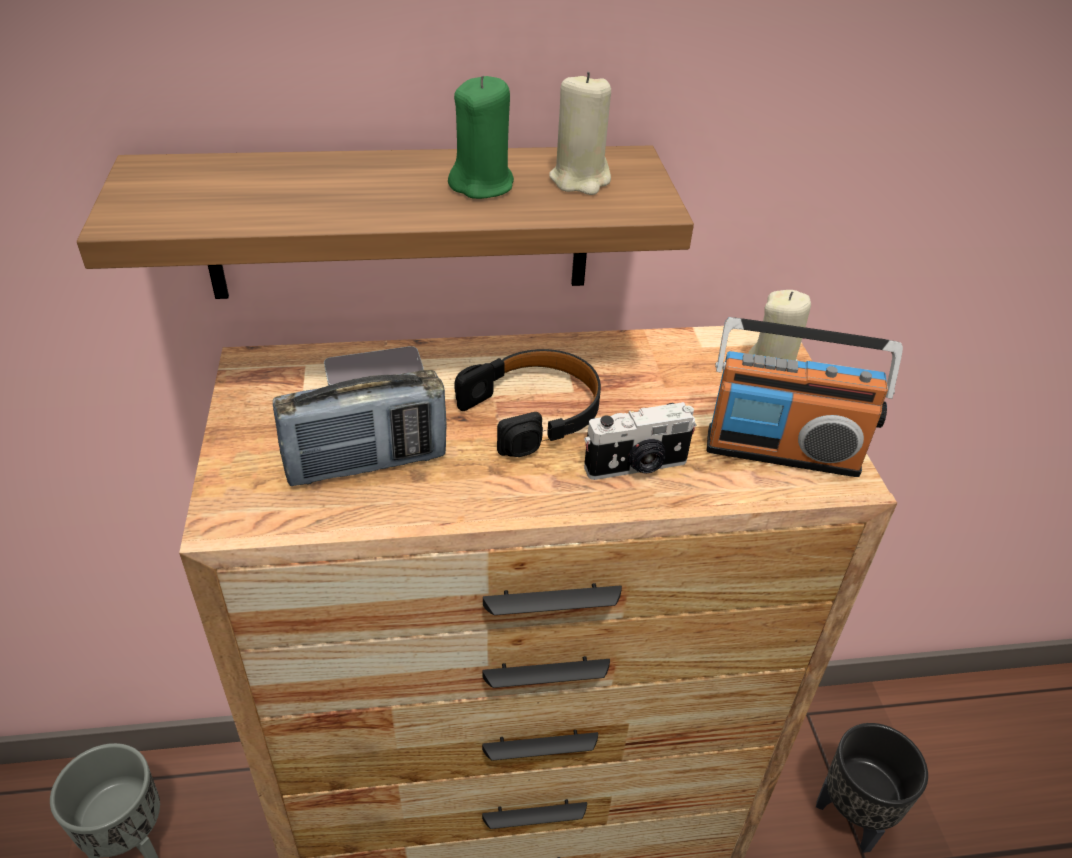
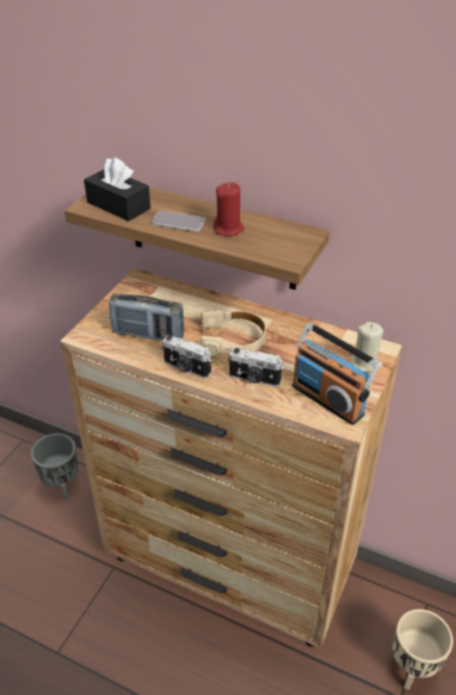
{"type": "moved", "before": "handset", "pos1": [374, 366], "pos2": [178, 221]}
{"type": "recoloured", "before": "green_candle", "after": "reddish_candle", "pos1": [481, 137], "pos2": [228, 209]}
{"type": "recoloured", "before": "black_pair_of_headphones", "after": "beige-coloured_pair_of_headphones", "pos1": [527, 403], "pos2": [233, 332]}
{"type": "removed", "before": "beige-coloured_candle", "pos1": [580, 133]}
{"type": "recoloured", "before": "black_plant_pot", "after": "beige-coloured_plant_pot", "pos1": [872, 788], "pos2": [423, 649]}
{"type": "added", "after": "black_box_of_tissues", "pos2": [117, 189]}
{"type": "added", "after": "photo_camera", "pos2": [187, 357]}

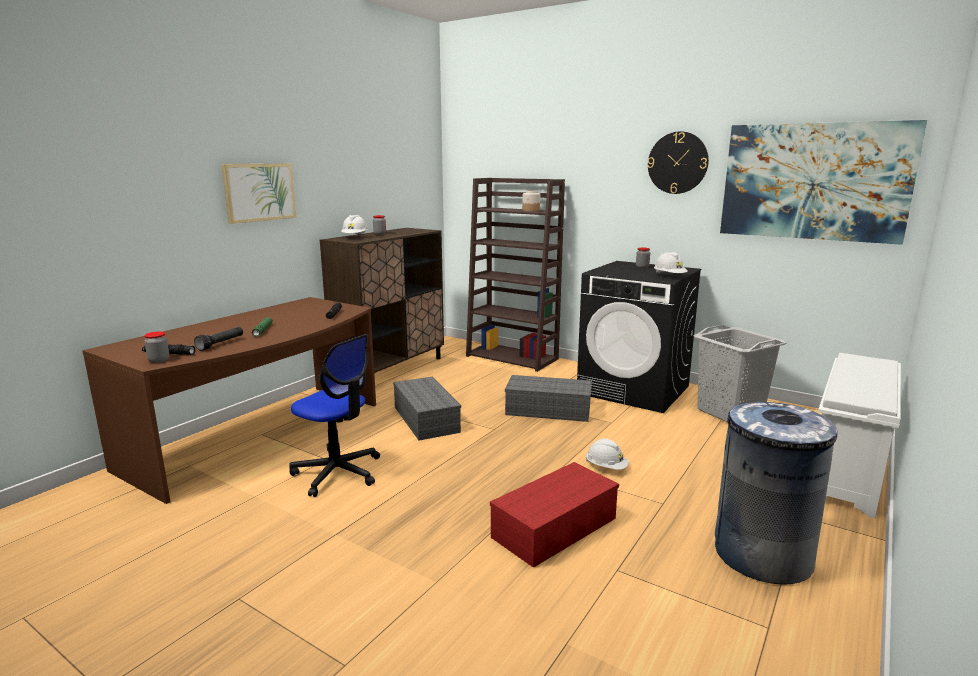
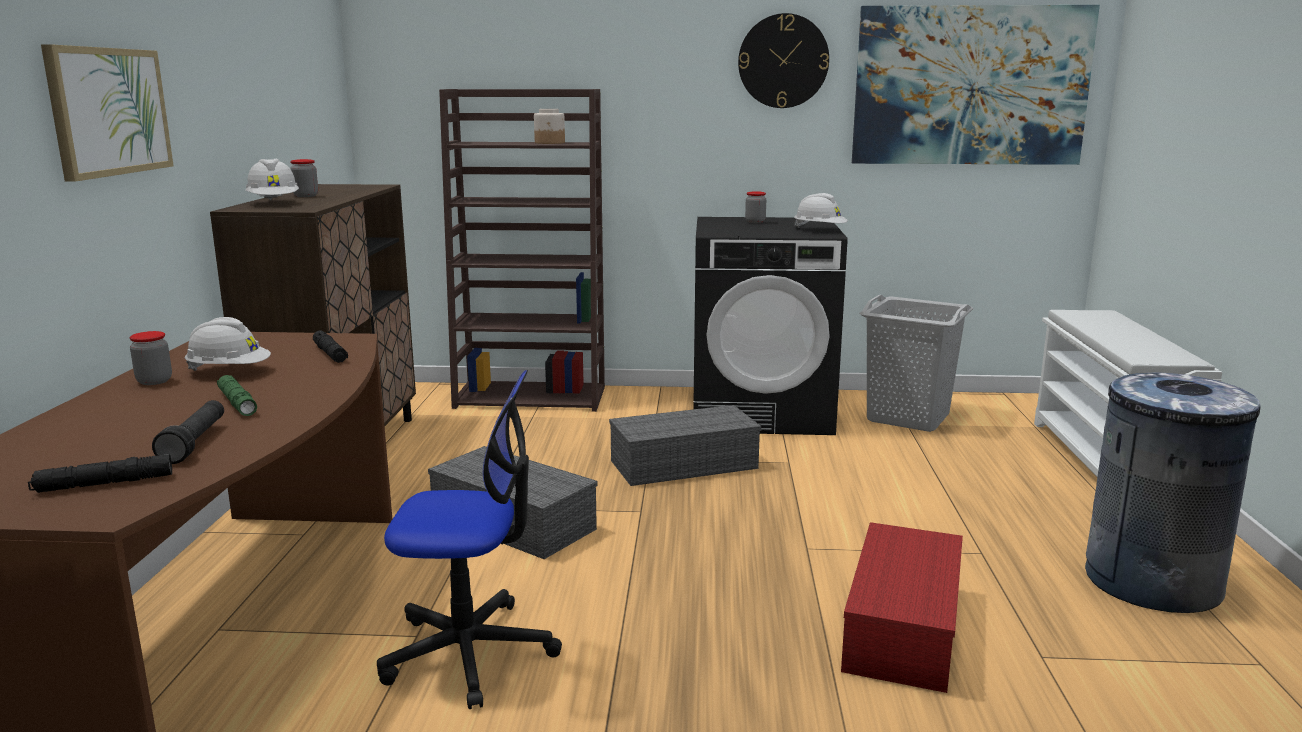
{"type": "moved", "before": "jar", "pos1": [156, 347], "pos2": [150, 358]}
{"type": "moved", "before": "whitish_hard_hat", "pos1": [607, 454], "pos2": [228, 344]}

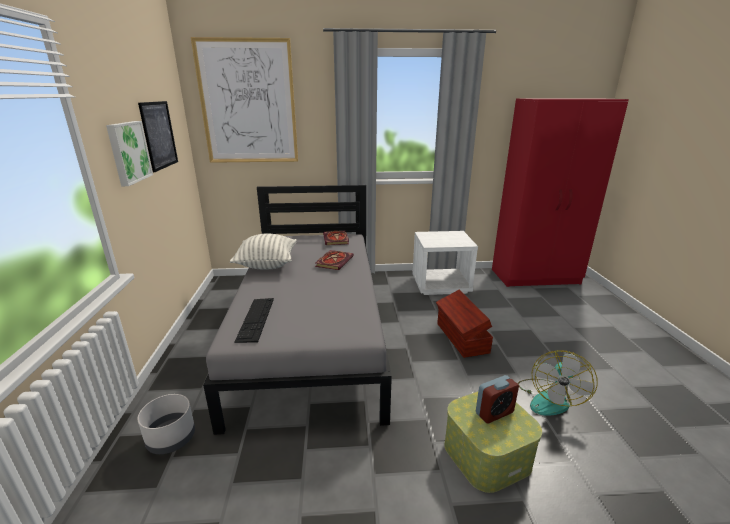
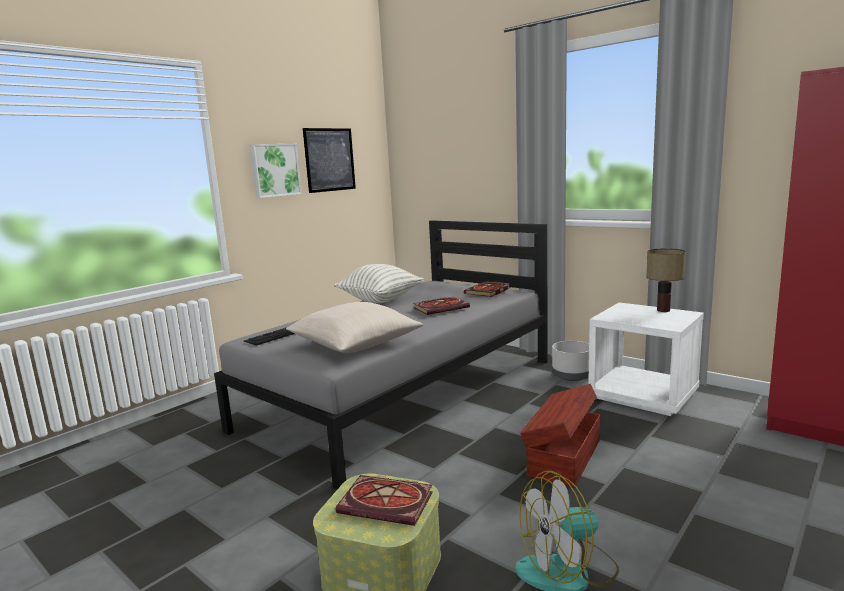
{"type": "moved", "before": "grey_plant_pot", "pos1": [166, 424], "pos2": [570, 361]}
{"type": "removed", "before": "picture", "pos1": [244, 100]}
{"type": "replaced", "before": "alarm_clock", "after": "book", "pos1": [497, 399], "pos2": [384, 500]}
{"type": "added", "after": "beige-coloured_cushion", "pos2": [354, 327]}
{"type": "added", "after": "table_lamp", "pos2": [666, 280]}

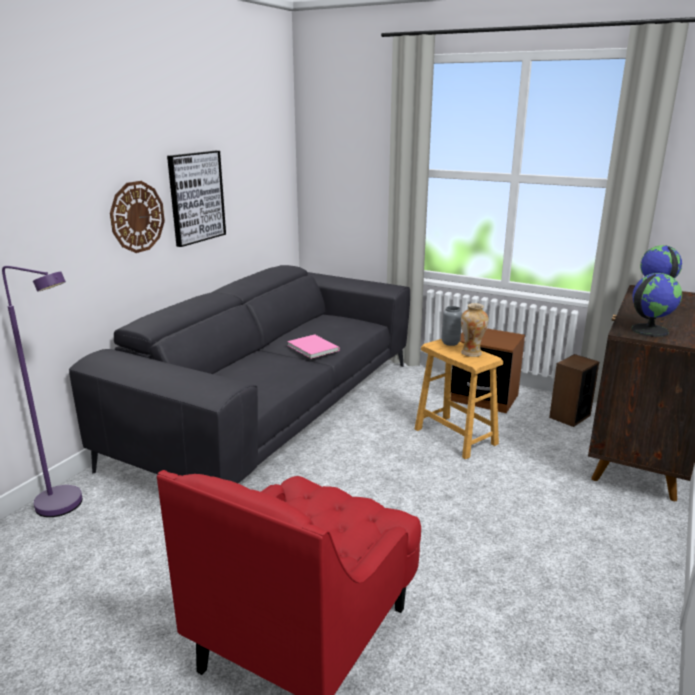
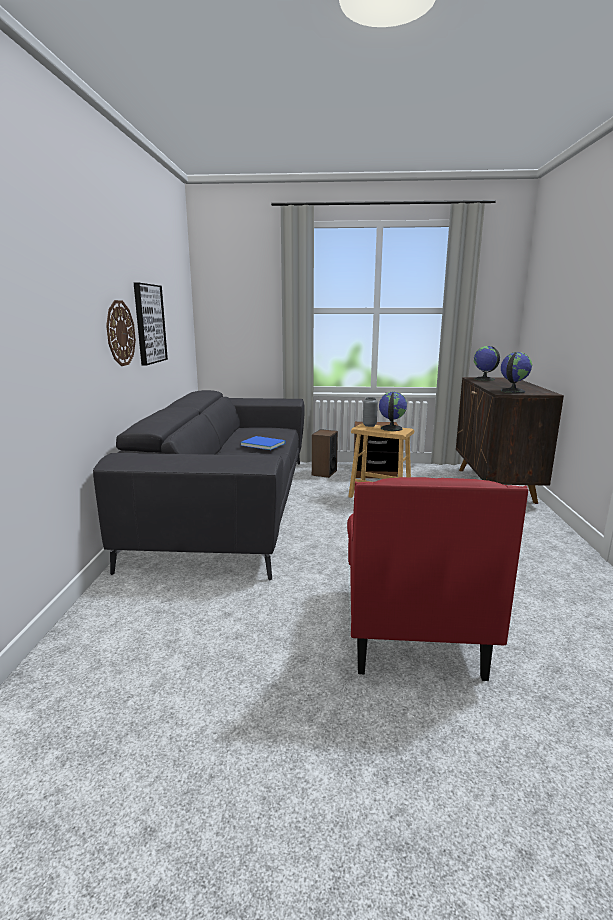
{"type": "removed", "before": "purple_floor_lamp", "pos1": [42, 391]}
{"type": "recoloured", "before": "pink_book", "after": "bluish_book", "pos1": [313, 346], "pos2": [263, 443]}
{"type": "replaced", "before": "decorative_vase", "after": "desk_globe", "pos1": [475, 330], "pos2": [393, 411]}
{"type": "moved", "before": "loudspeaker", "pos1": [574, 390], "pos2": [325, 453]}

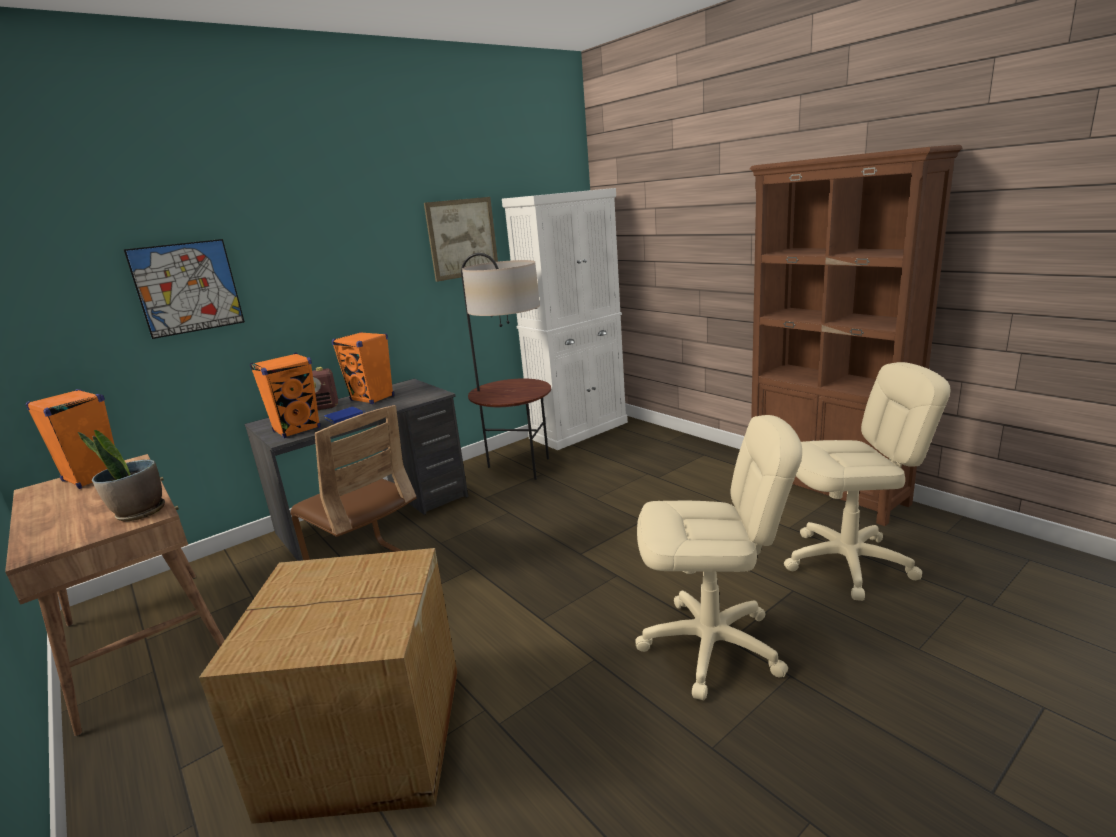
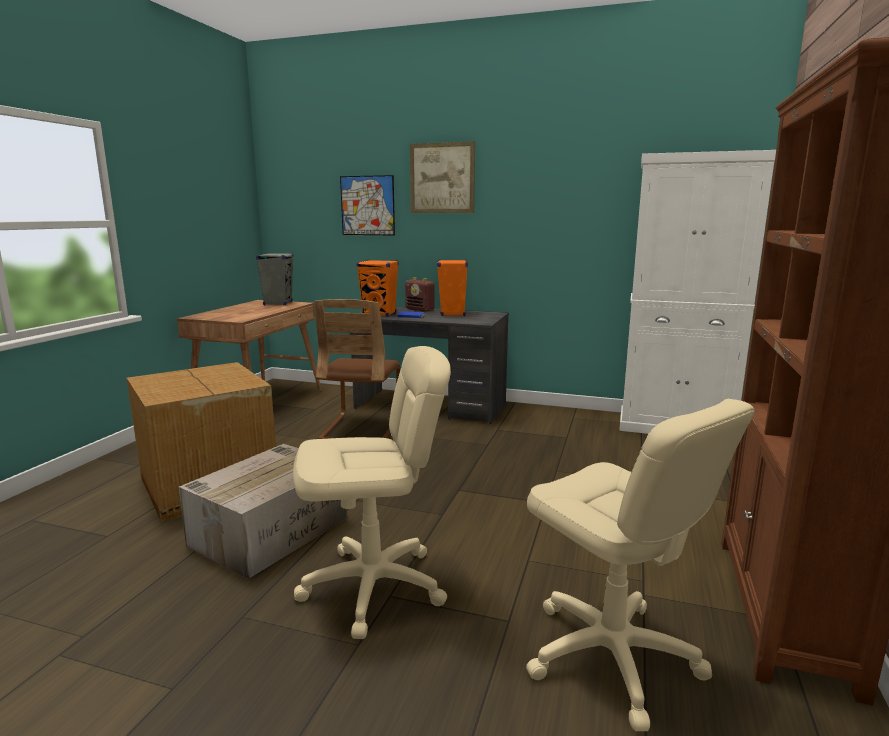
{"type": "recoloured", "before": "orangey_loudspeaker", "after": "grey_loudspeaker", "pos1": [70, 439], "pos2": [274, 279]}
{"type": "removed", "before": "plant_in_a_pot", "pos1": [121, 475]}
{"type": "moved", "before": "picture", "pos1": [461, 239], "pos2": [442, 177]}
{"type": "removed", "before": "floor_lamp", "pos1": [506, 366]}
{"type": "turned", "before": "beige-coloured_desk_chair", "pos1": [718, 557], "pos2": [372, 492], "turn": -75}
{"type": "added", "after": "cardboard_box", "pos2": [262, 511]}

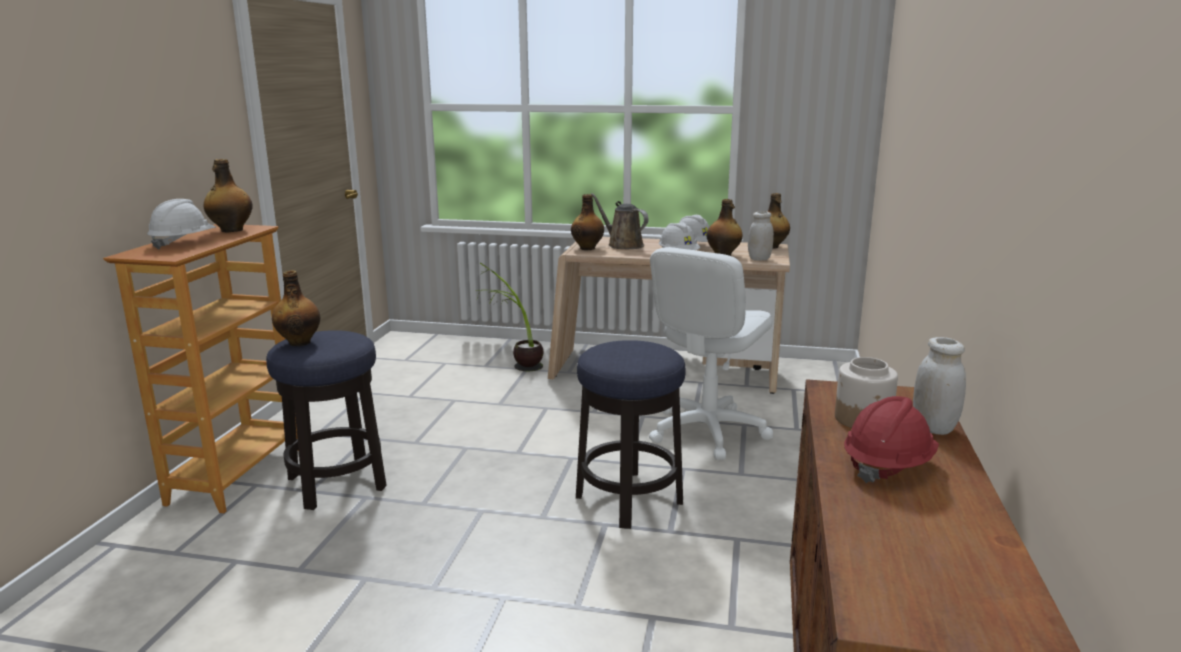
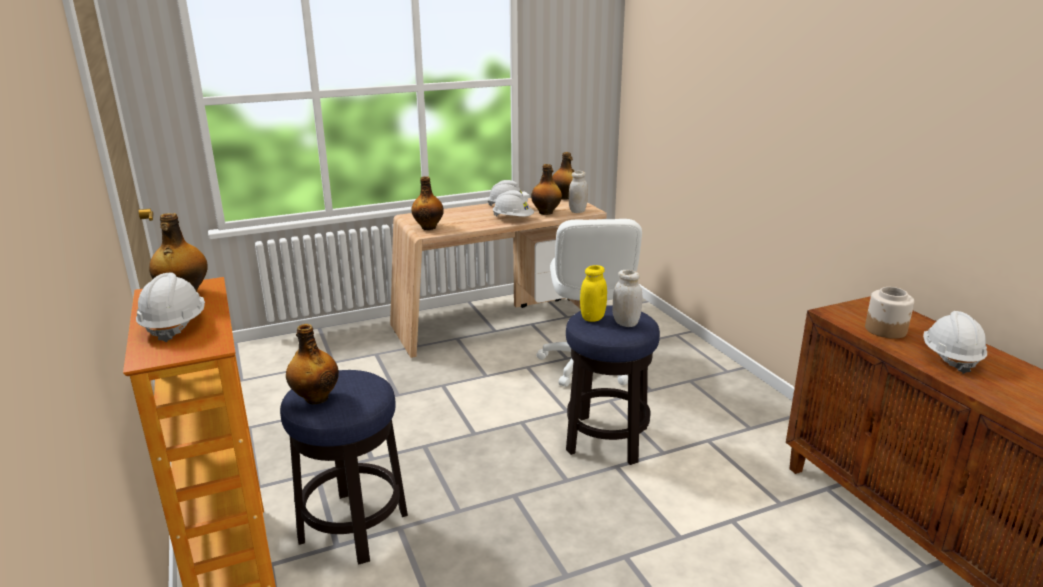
{"type": "removed", "before": "plant_in_a_pot", "pos1": [509, 317]}
{"type": "removed", "before": "brown-coloured_sprinkling_can", "pos1": [620, 221]}
{"type": "recoloured", "before": "reddish_hard_hat", "after": "whitish_hard_hat", "pos1": [891, 439], "pos2": [955, 342]}
{"type": "moved", "before": "whitish_jar", "pos1": [939, 386], "pos2": [627, 298]}
{"type": "added", "after": "yellowish_jar", "pos2": [593, 293]}

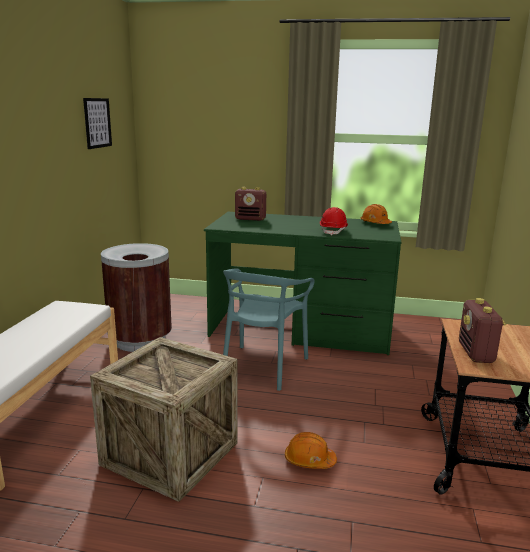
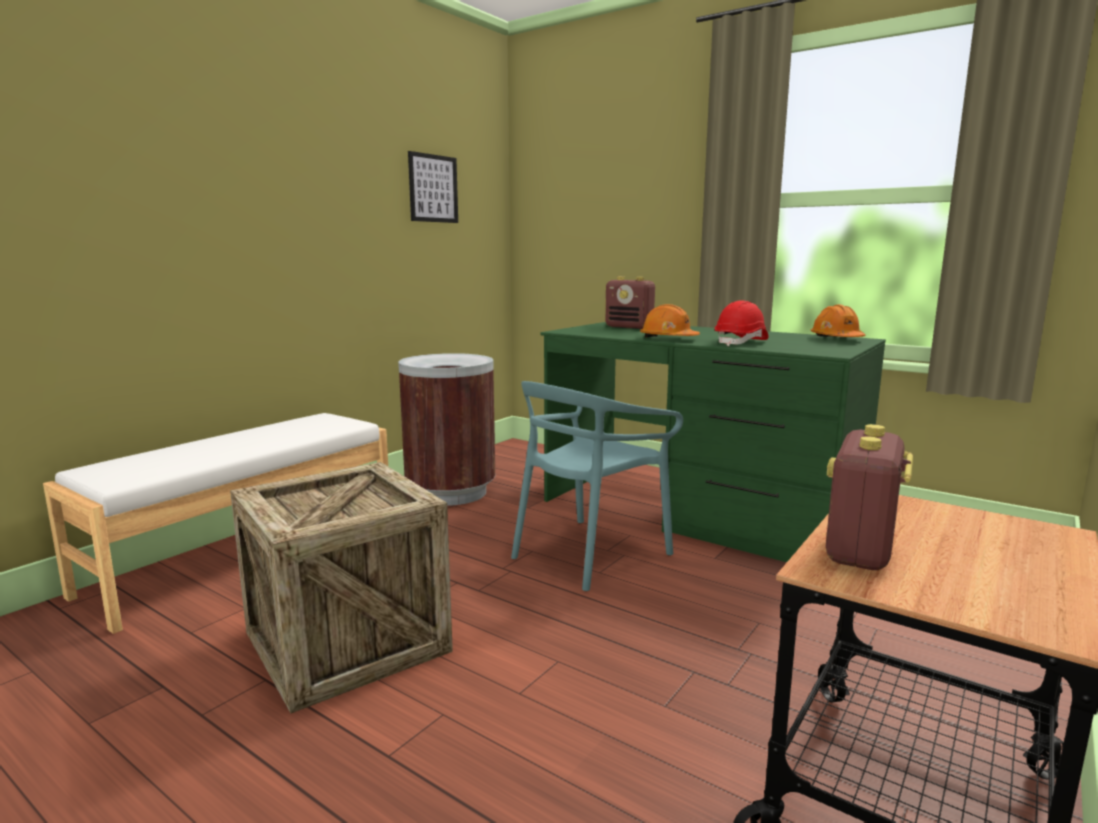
{"type": "moved", "before": "orangey_hard_hat", "pos1": [311, 450], "pos2": [670, 320]}

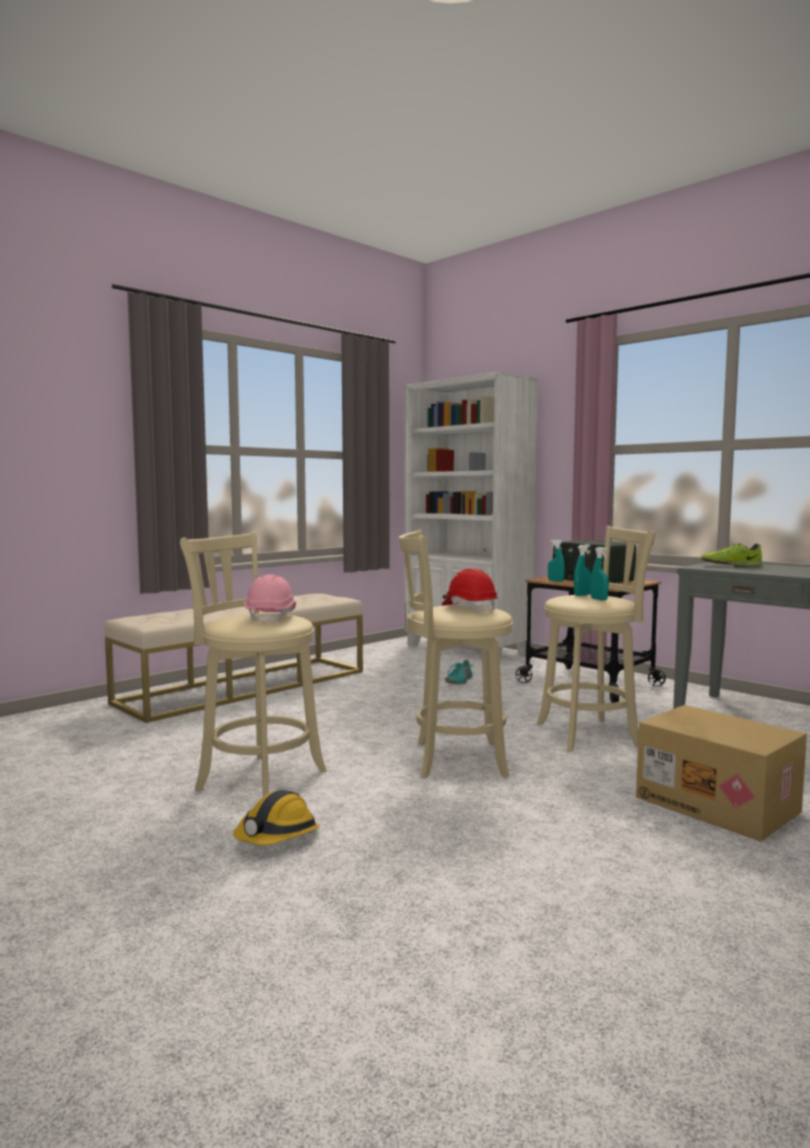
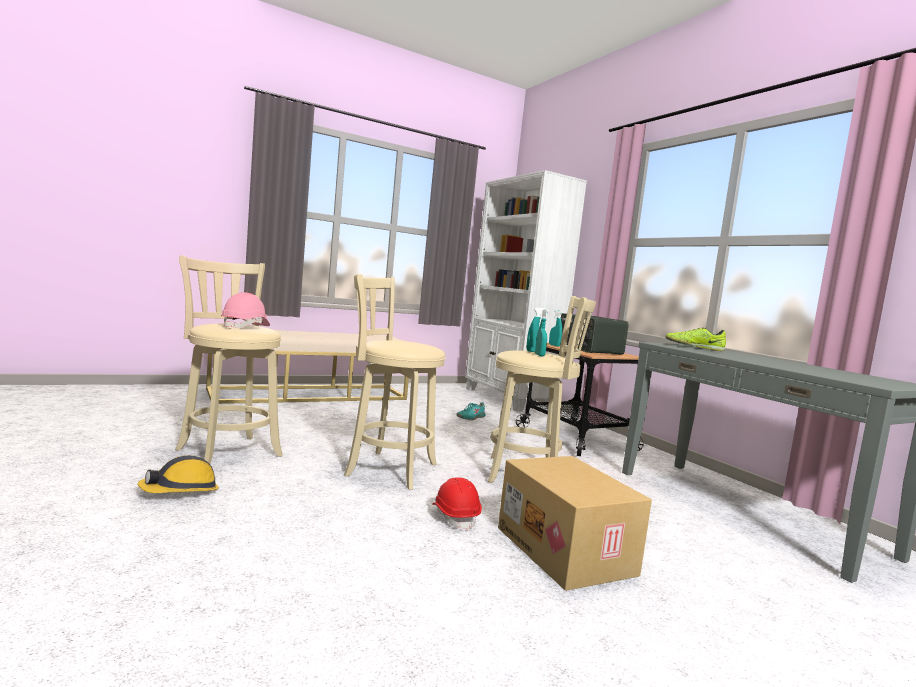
{"type": "moved", "before": "reddish_hard_hat", "pos1": [470, 590], "pos2": [457, 504]}

